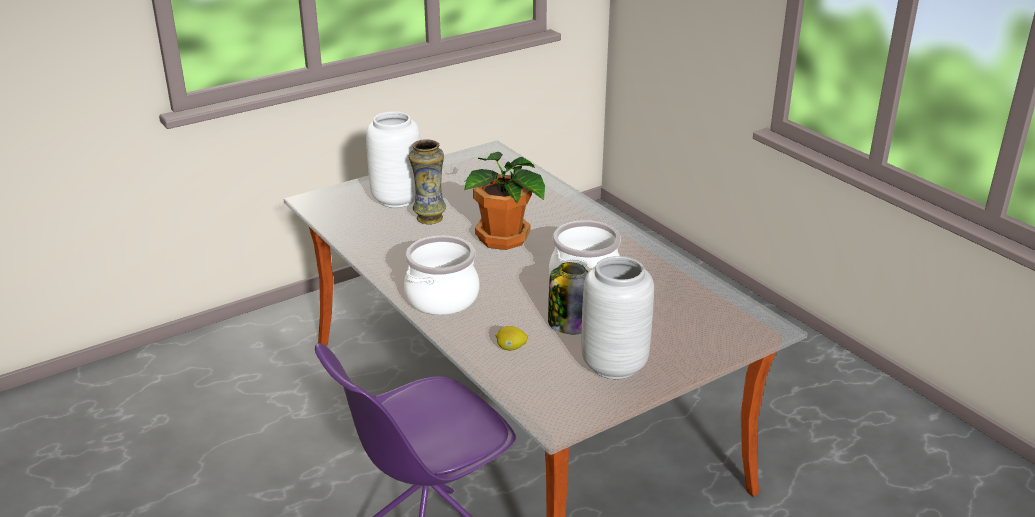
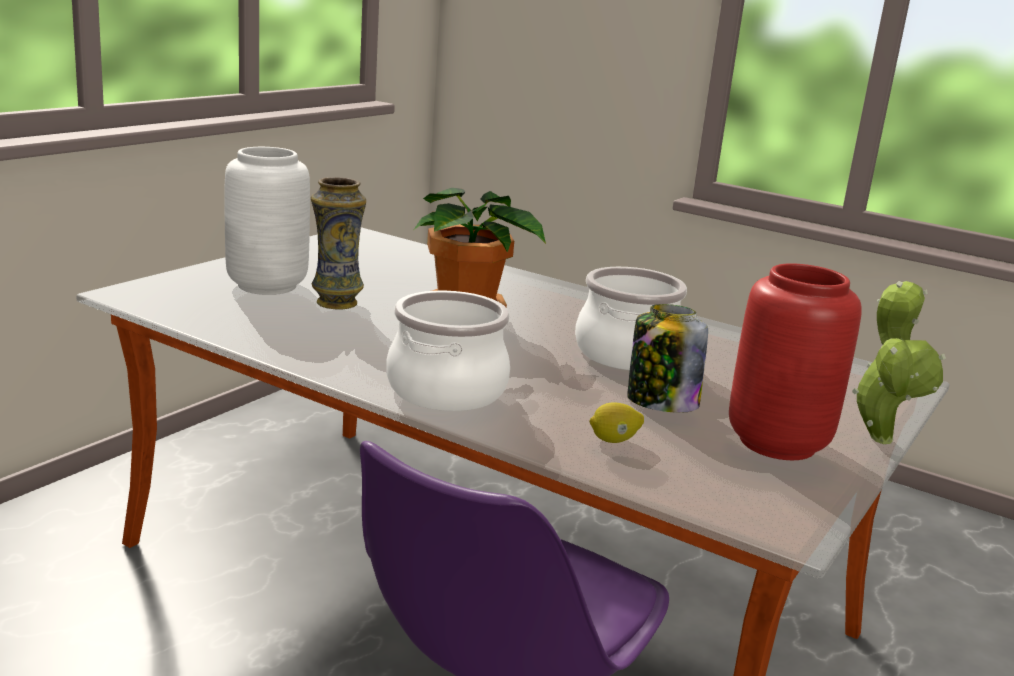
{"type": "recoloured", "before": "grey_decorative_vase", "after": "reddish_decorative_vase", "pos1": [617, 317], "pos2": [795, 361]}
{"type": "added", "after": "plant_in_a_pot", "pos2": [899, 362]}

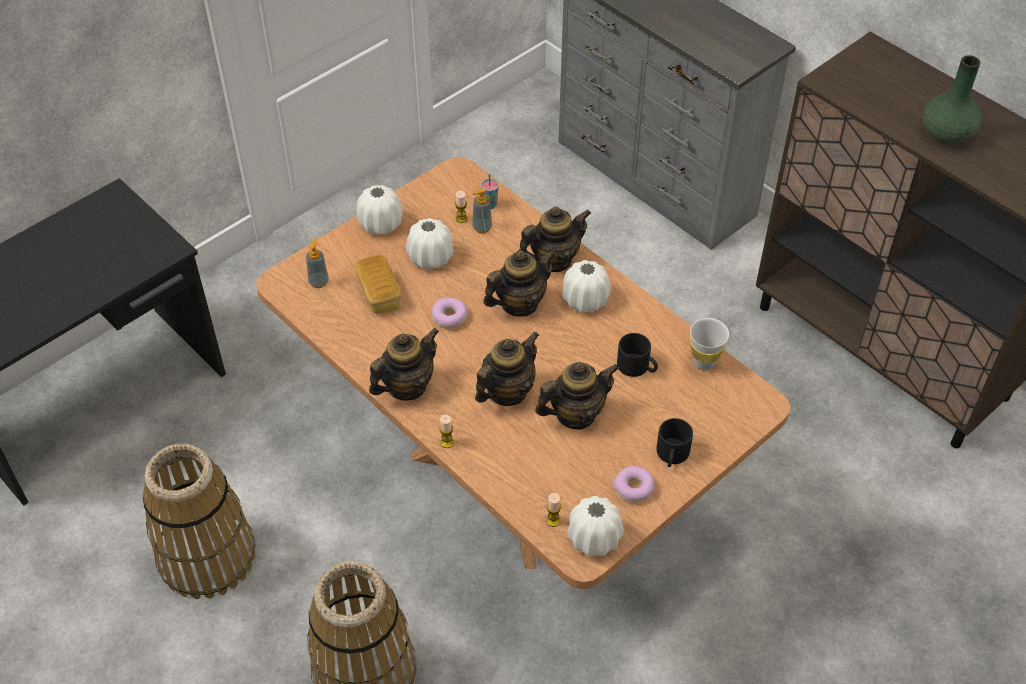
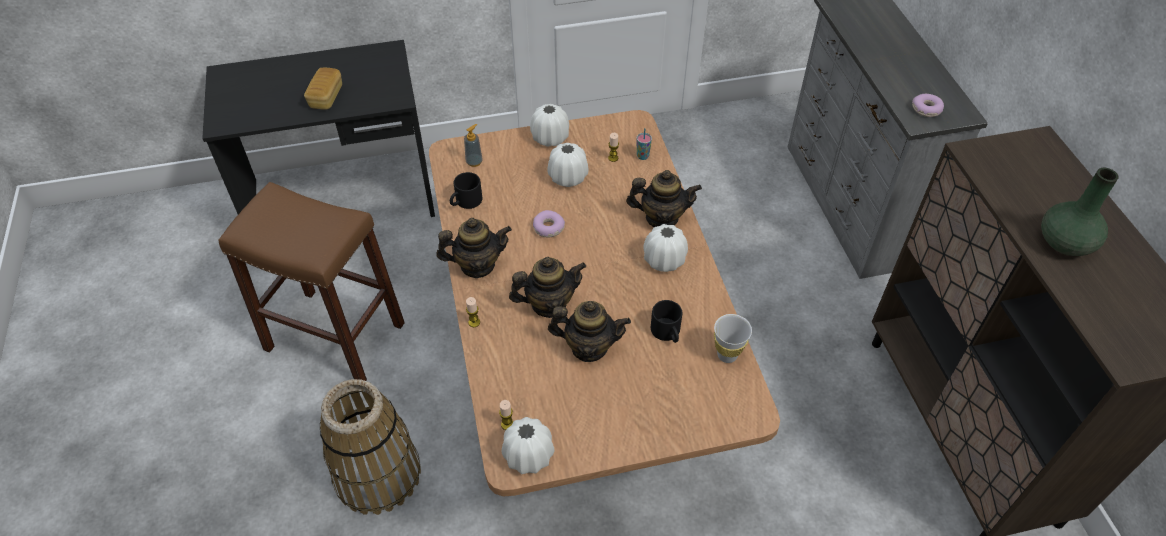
{"type": "replaced", "before": "basket", "after": "brown-coloured_sitting_stool", "pos1": [199, 521], "pos2": [311, 281]}
{"type": "moved", "before": "bakery_bread", "pos1": [378, 284], "pos2": [323, 89]}
{"type": "removed", "before": "liquid_soap_bottle", "pos1": [482, 210]}
{"type": "removed", "before": "pot_for_tea", "pos1": [519, 283]}
{"type": "moved", "before": "donut", "pos1": [634, 484], "pos2": [928, 105]}
{"type": "moved", "before": "black_coffee_mug", "pos1": [674, 442], "pos2": [466, 190]}

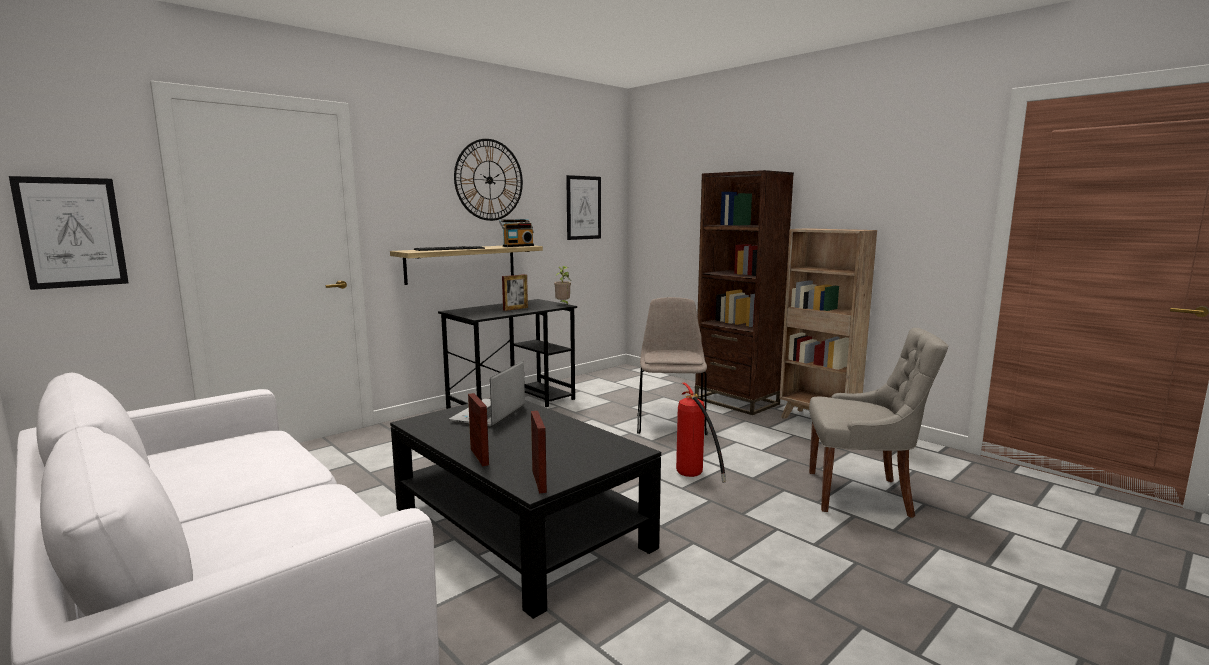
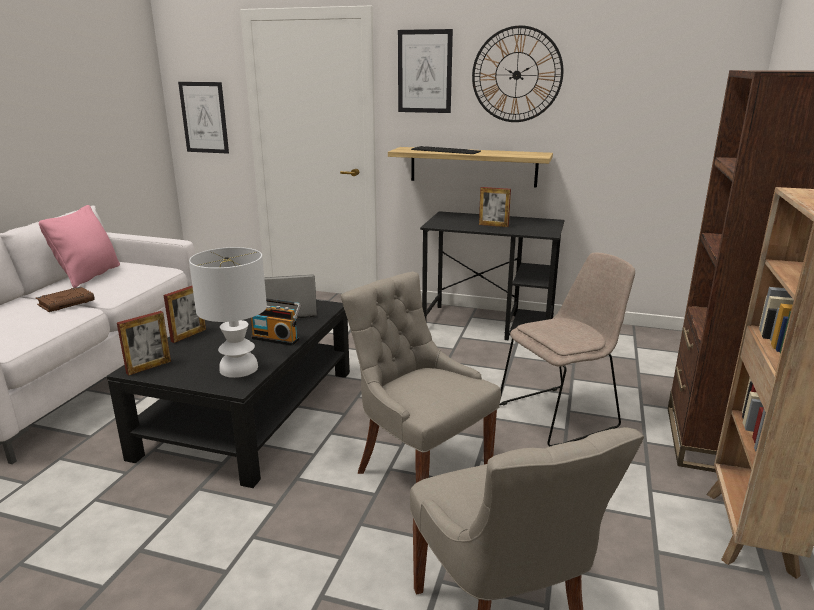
{"type": "moved", "before": "radio", "pos1": [516, 233], "pos2": [276, 322]}
{"type": "removed", "before": "plant_in_a_pot", "pos1": [562, 285]}
{"type": "moved", "before": "picture", "pos1": [583, 207], "pos2": [425, 71]}
{"type": "replaced", "before": "extinguisher", "after": "grey_upright_chair", "pos1": [701, 433], "pos2": [421, 377]}
{"type": "added", "after": "brown-coloured_book", "pos2": [65, 299]}
{"type": "added", "after": "pink_cushion", "pos2": [79, 246]}
{"type": "added", "after": "whitish_table_lamp", "pos2": [228, 312]}

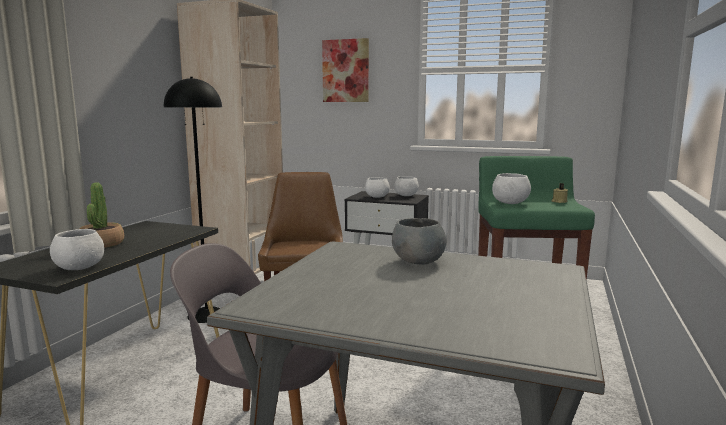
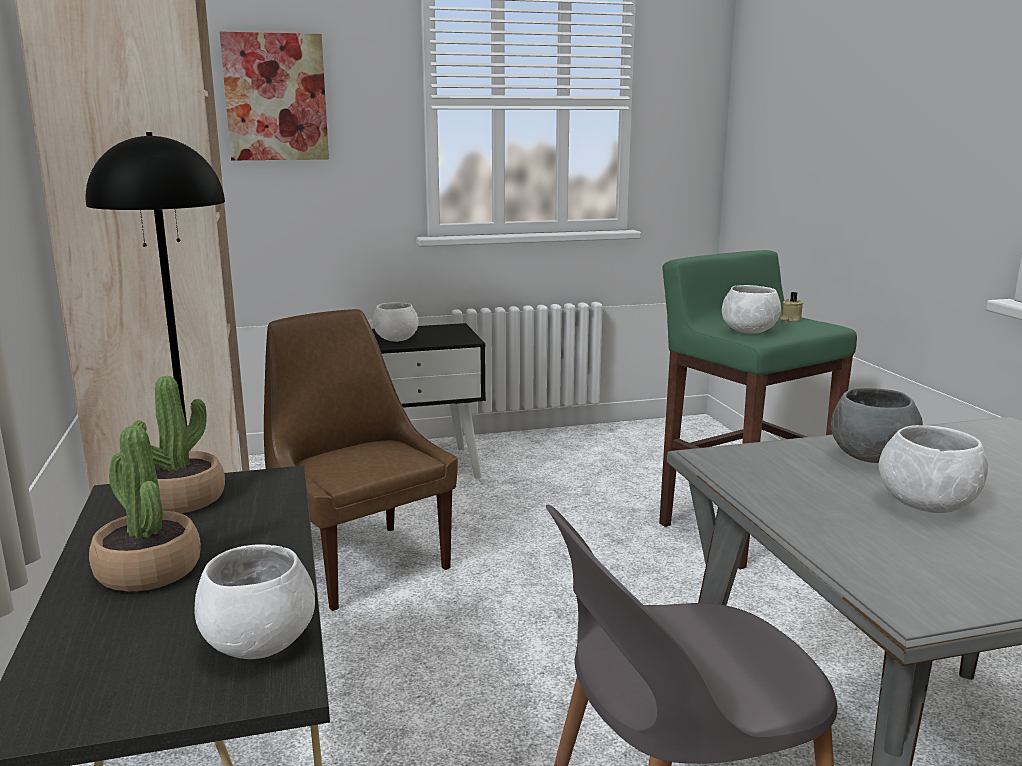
{"type": "moved", "before": "whitish_bowl", "pos1": [406, 186], "pos2": [933, 469]}
{"type": "added", "after": "plant_in_a_pot", "pos2": [178, 444]}

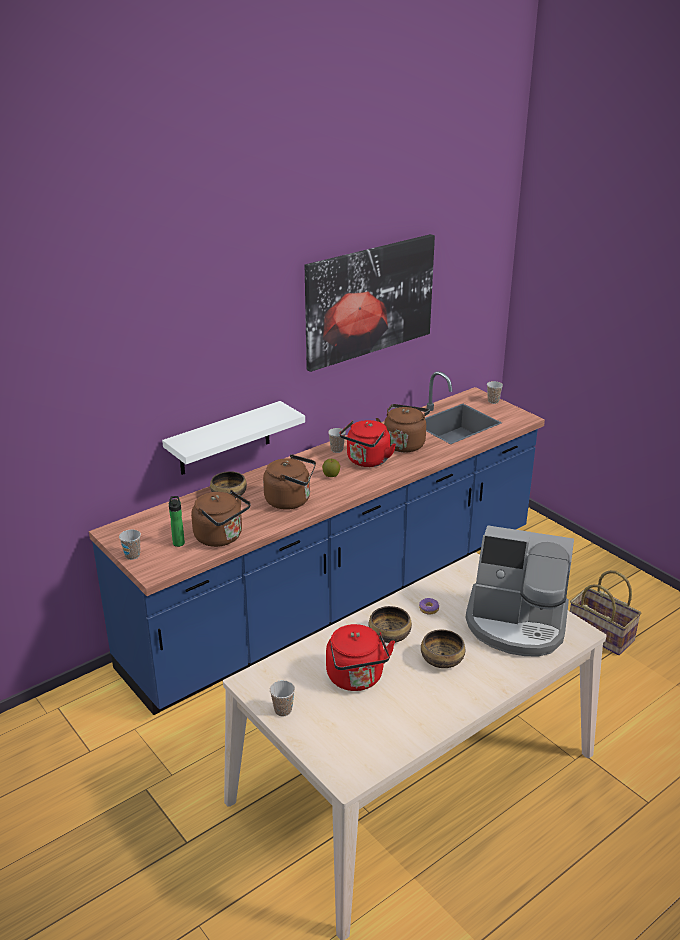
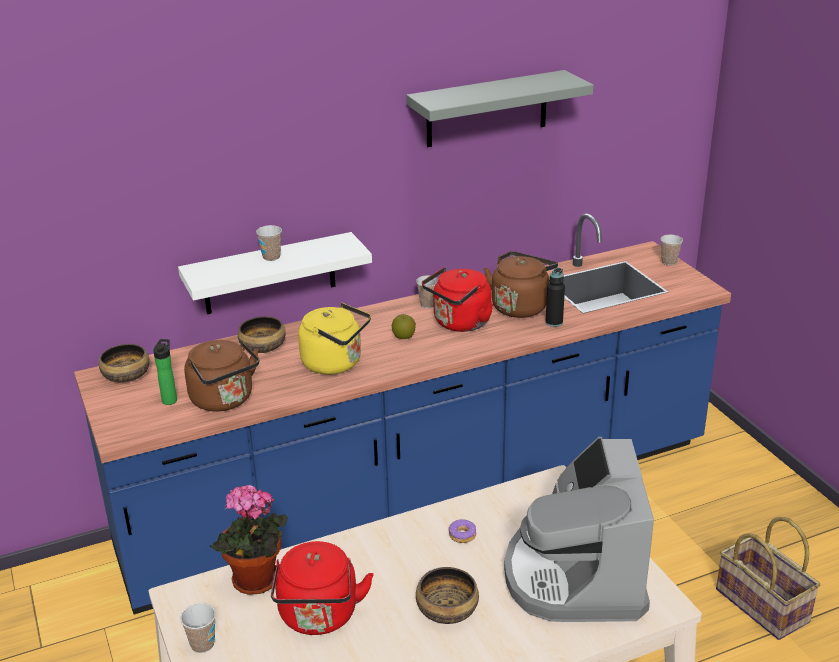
{"type": "moved", "before": "small_cup", "pos1": [130, 544], "pos2": [269, 243]}
{"type": "recoloured", "before": "brown-coloured_tea_kettle", "after": "yellowish_tea_kettle", "pos1": [289, 482], "pos2": [334, 339]}
{"type": "replaced", "before": "picture", "after": "grey_bracket_shelf", "pos1": [370, 303], "pos2": [500, 108]}
{"type": "moved", "before": "bowl", "pos1": [390, 624], "pos2": [124, 363]}
{"type": "turned", "before": "coffee_brewer", "pos1": [520, 591], "pos2": [579, 529], "turn": 60}
{"type": "added", "after": "plant_in_a_pot", "pos2": [249, 540]}
{"type": "added", "after": "black_beverage_bottle", "pos2": [555, 297]}

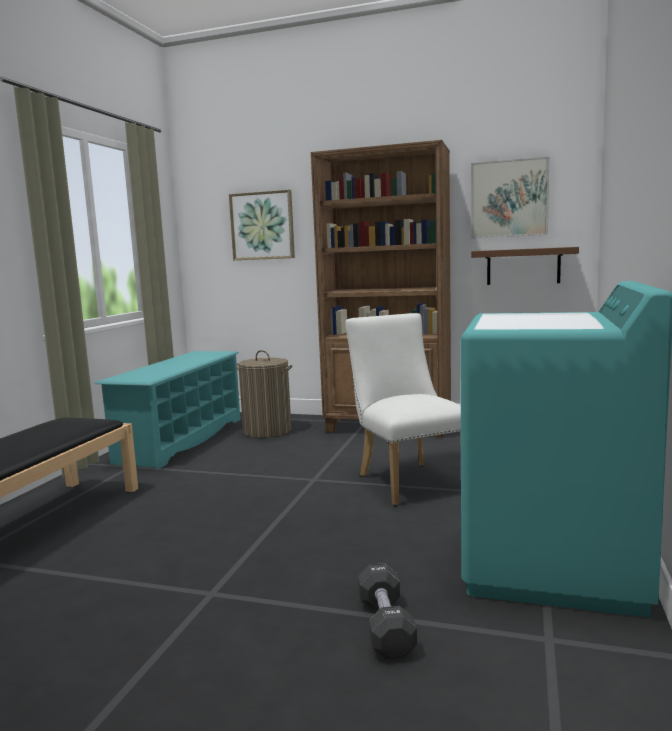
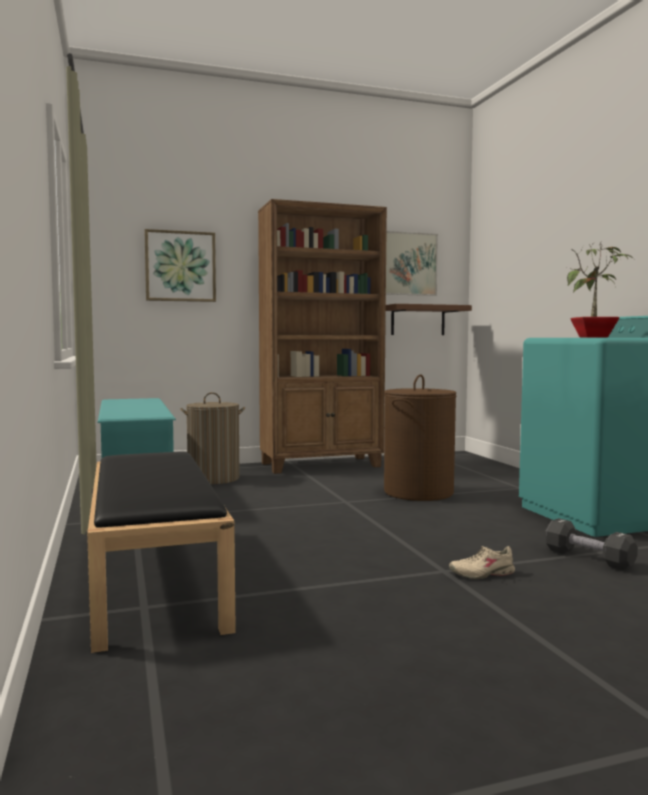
{"type": "replaced", "before": "whitish_upright_chair", "after": "brown-coloured_laundry_basket", "pos1": [403, 409], "pos2": [420, 437]}
{"type": "added", "after": "beige-coloured_shoe", "pos2": [482, 562]}
{"type": "added", "after": "plant_in_a_pot", "pos2": [600, 290]}

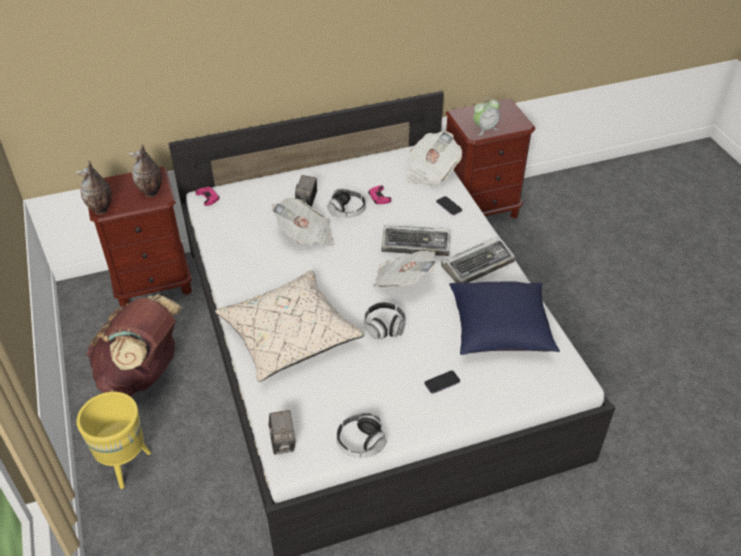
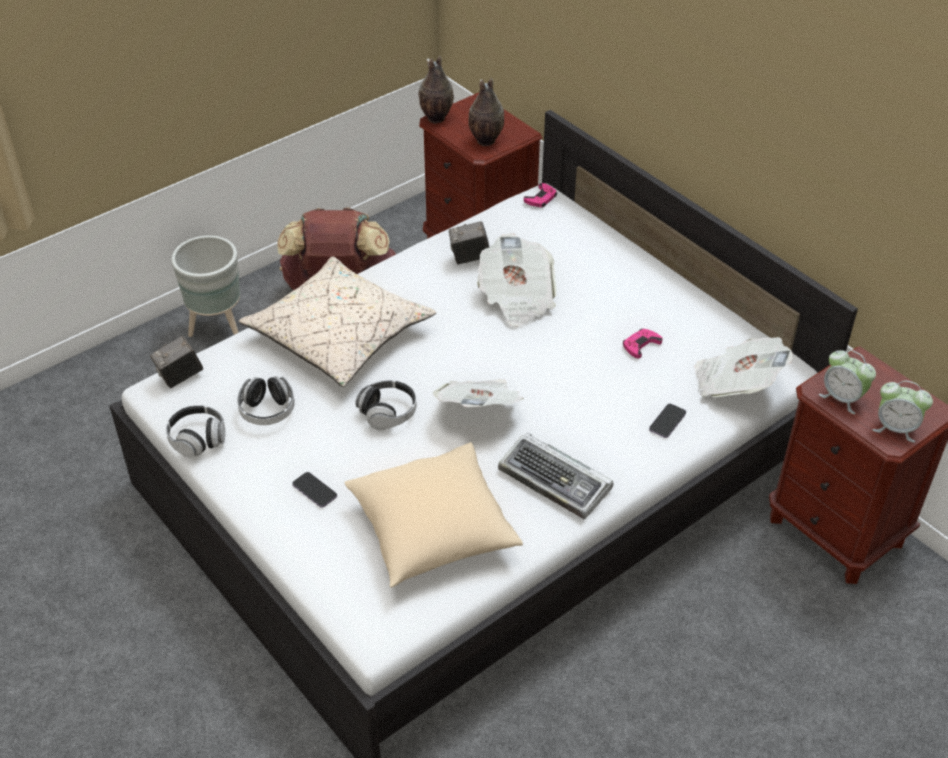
{"type": "recoloured", "before": "yellowish_plant_pot", "after": "grey_plant_pot", "pos1": [114, 440], "pos2": [205, 286]}
{"type": "moved", "before": "photo_camera", "pos1": [306, 191], "pos2": [469, 242]}
{"type": "moved", "before": "pair_of_headphones", "pos1": [346, 202], "pos2": [266, 400]}
{"type": "removed", "before": "computer_keyboard", "pos1": [415, 240]}
{"type": "recoloured", "before": "bluish_cushion", "after": "beige-coloured_cushion", "pos1": [504, 318], "pos2": [434, 515]}
{"type": "added", "after": "alarm_clock", "pos2": [902, 411]}

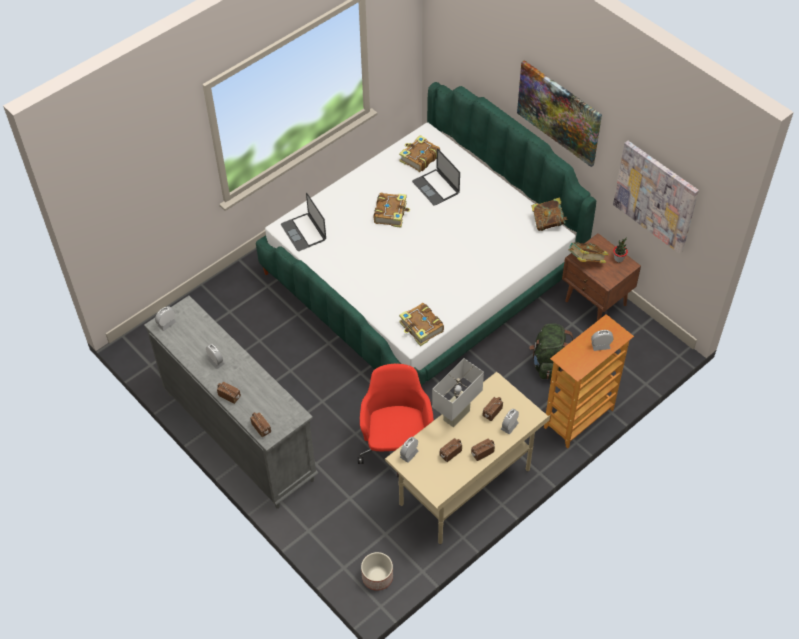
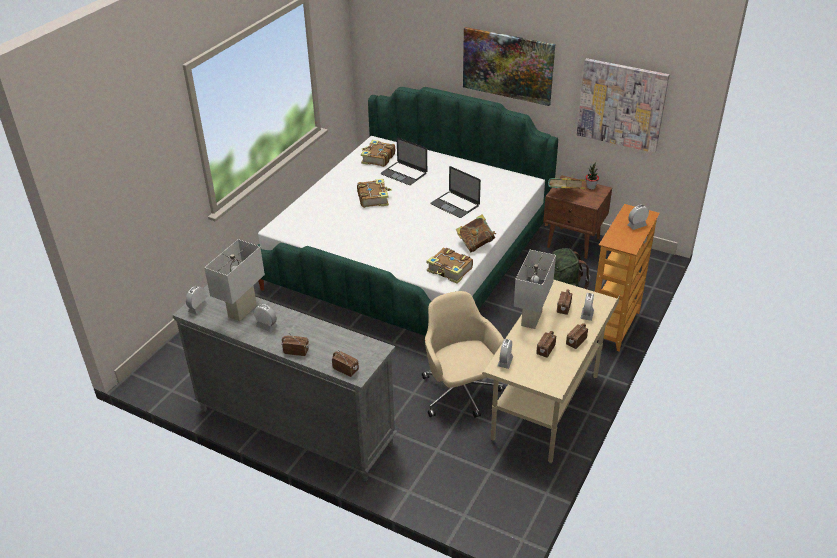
{"type": "moved", "before": "portable_computer", "pos1": [303, 222], "pos2": [455, 192]}
{"type": "recoloured", "before": "reddish_desk_chair", "after": "beige-coloured_desk_chair", "pos1": [396, 420], "pos2": [463, 354]}
{"type": "removed", "before": "plant_pot", "pos1": [377, 571]}
{"type": "moved", "before": "book", "pos1": [549, 214], "pos2": [476, 233]}
{"type": "added", "after": "whitish_table_lamp", "pos2": [234, 280]}

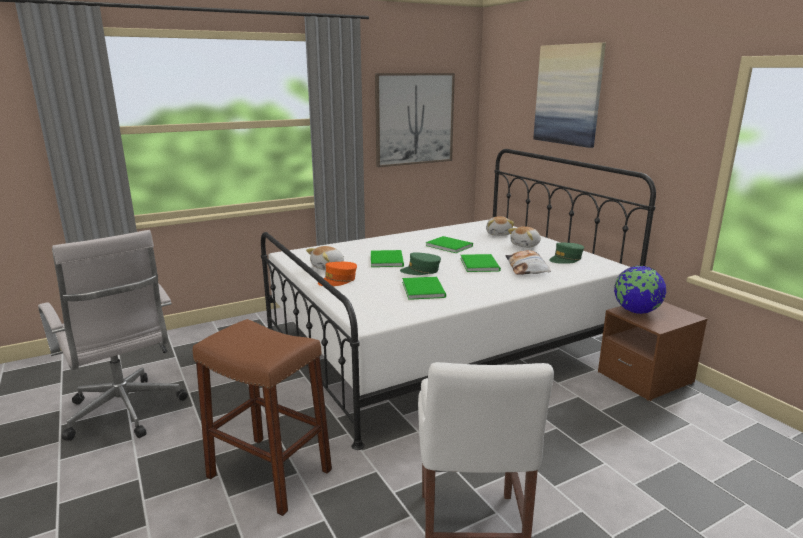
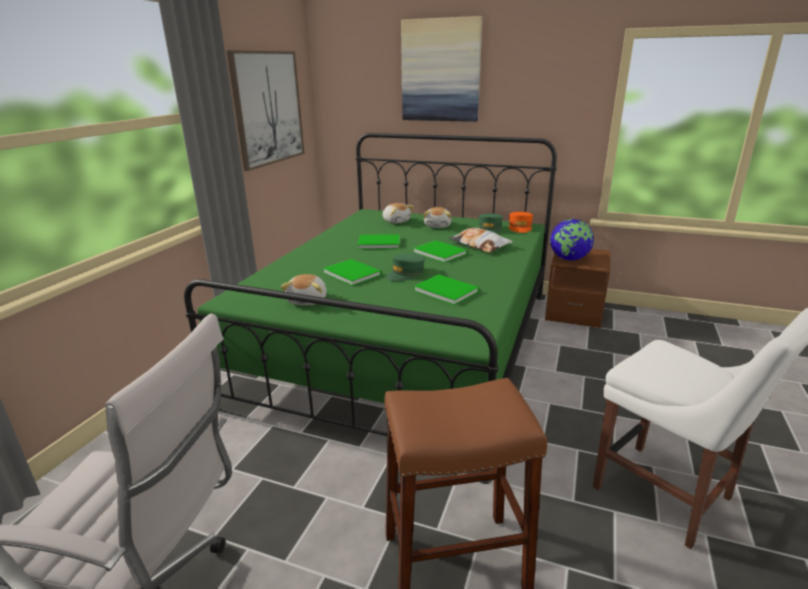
{"type": "recoloured", "before": "whitish_bed", "after": "green_bed", "pos1": [458, 299], "pos2": [370, 308]}
{"type": "moved", "before": "orangey_baseball_cap", "pos1": [337, 274], "pos2": [521, 222]}

